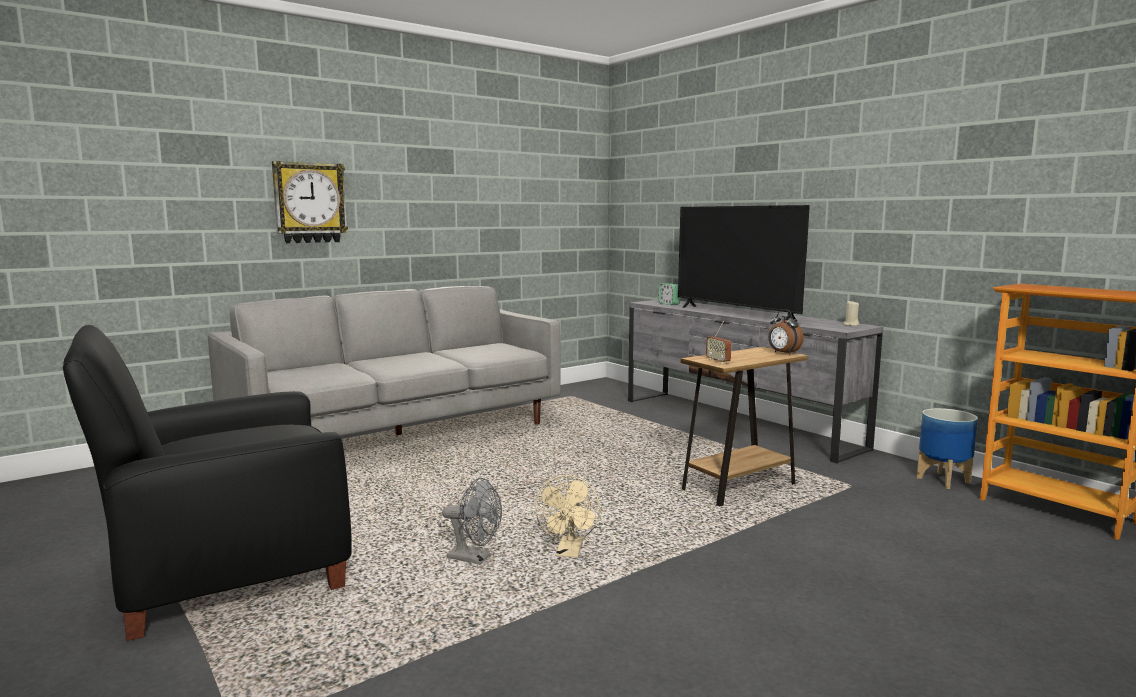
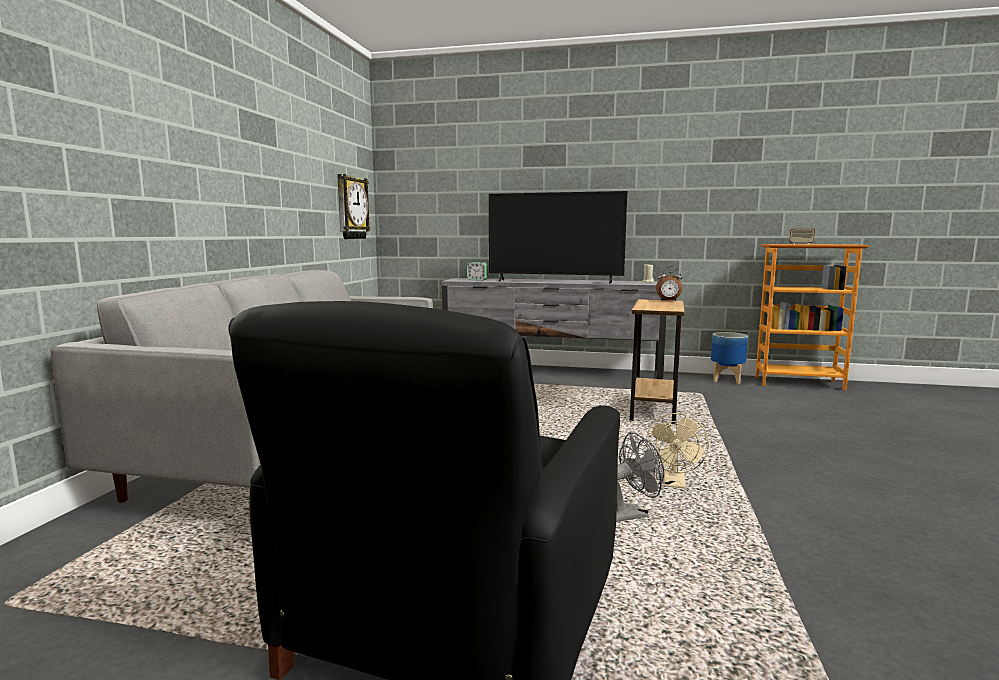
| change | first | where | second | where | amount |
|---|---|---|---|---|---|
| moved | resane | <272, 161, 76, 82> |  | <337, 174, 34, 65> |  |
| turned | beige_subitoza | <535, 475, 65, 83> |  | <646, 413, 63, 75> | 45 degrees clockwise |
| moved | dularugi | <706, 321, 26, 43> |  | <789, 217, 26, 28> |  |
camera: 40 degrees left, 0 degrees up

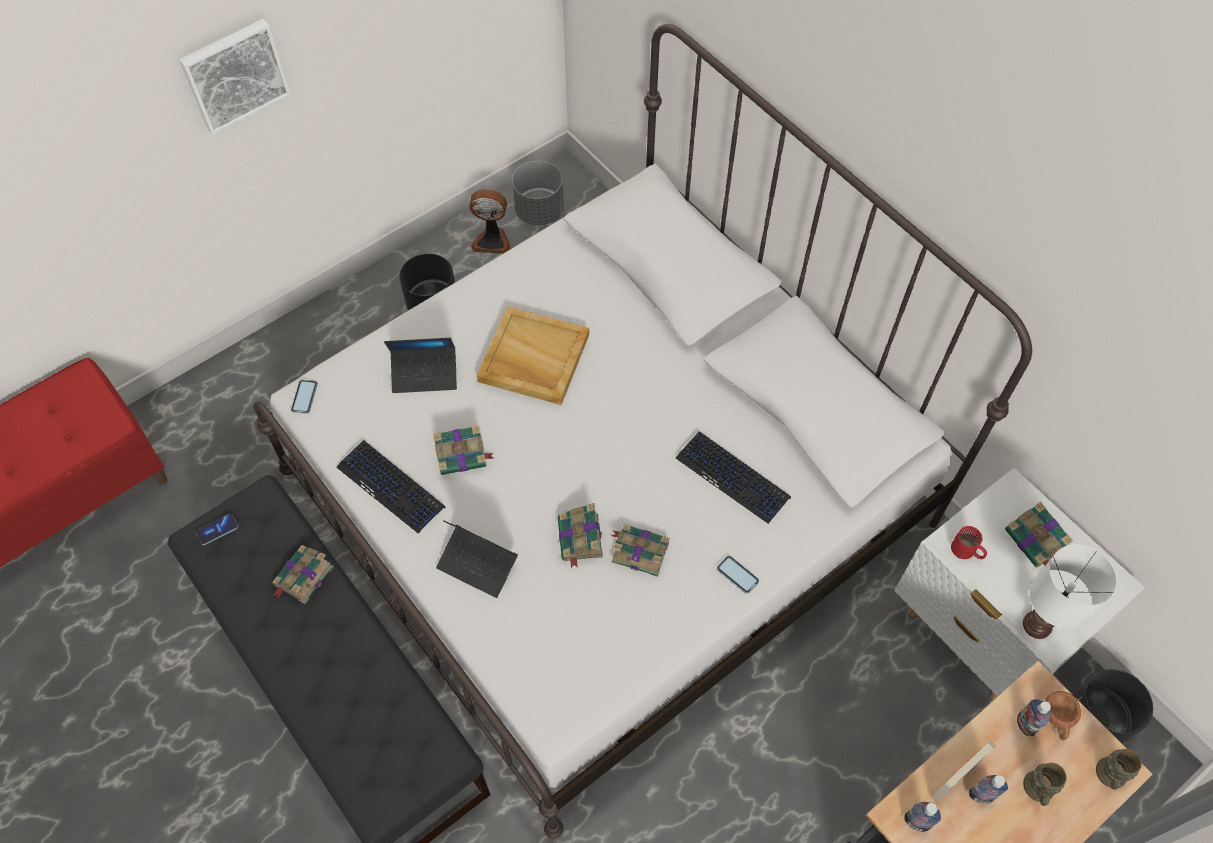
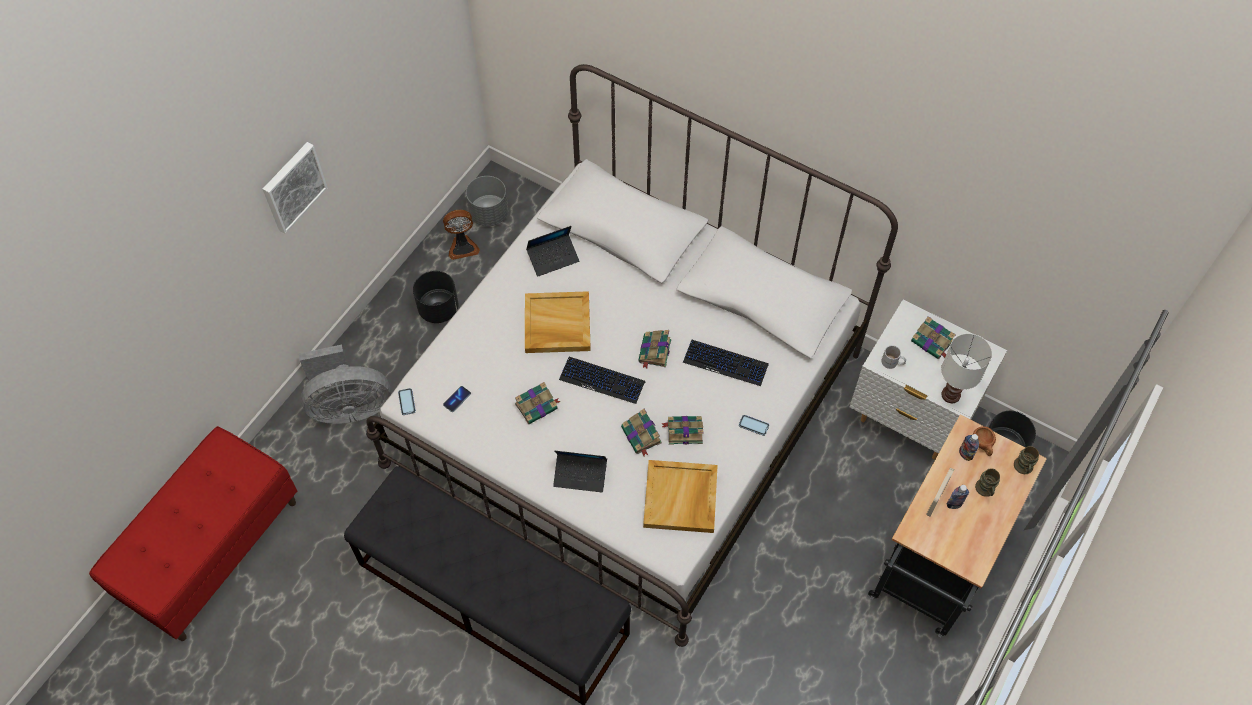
| change | first | where | second | where | amount |
|---|---|---|---|---|---|
| moved | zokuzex | <196, 513, 42, 32> |  | <443, 386, 28, 26> |  |
| moved | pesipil | <272, 545, 62, 59> |  | <638, 330, 33, 38> |  |
| moved | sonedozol | <336, 440, 110, 94> |  | <559, 357, 86, 47> |  |
| moved | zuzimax | <384, 338, 73, 55> |  | <526, 226, 53, 50> |  |
| removed | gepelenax | <905, 802, 36, 30> |  |  |  |
| recoloured | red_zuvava | <951, 526, 36, 33> | white_zuvava | <881, 345, 25, 24> |  |
| added |  |  | grey_subitoza | <299, 344, 92, 80> |  |
| added |  |  | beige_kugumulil | <643, 460, 75, 73> |  |
camera: 20 degrees left, 0 degrees up

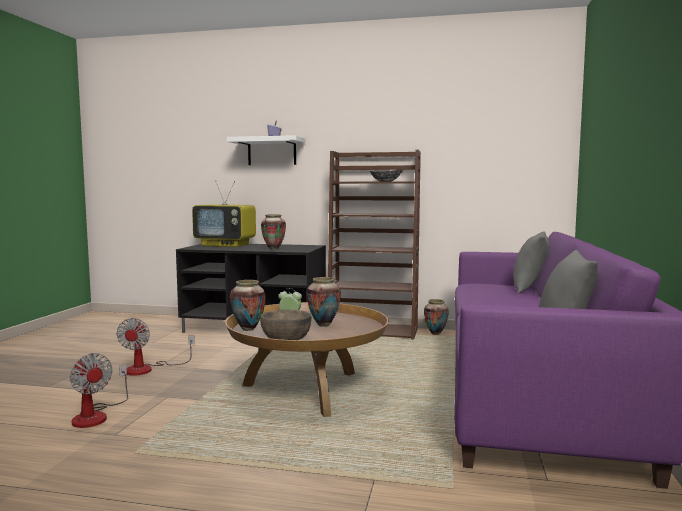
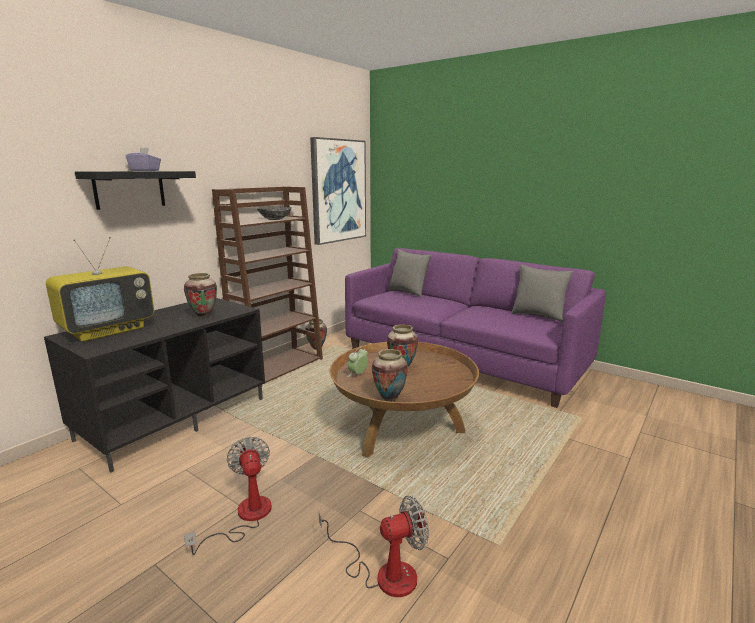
| change | first | where | second | where | amount |
|---|---|---|---|---|---|
| turned | subitoza | <116, 318, 79, 58> |  | <184, 437, 88, 118> | 135 degrees counterclockwise |
| recoloured | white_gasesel | <227, 135, 78, 30> | black_gasesel | <75, 171, 121, 39> |  |
| removed | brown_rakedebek | <260, 310, 52, 30> |  |  |  |
| added |  |  | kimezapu | <310, 137, 56, 108> |  |
camera: 65 degrees left, 10 degrees up

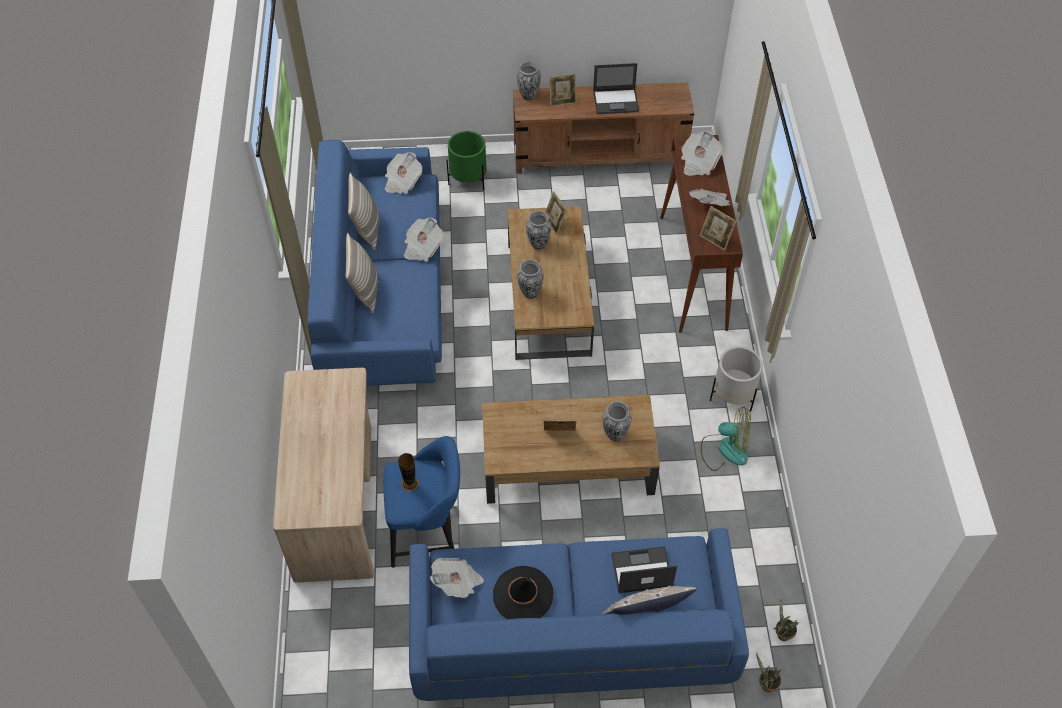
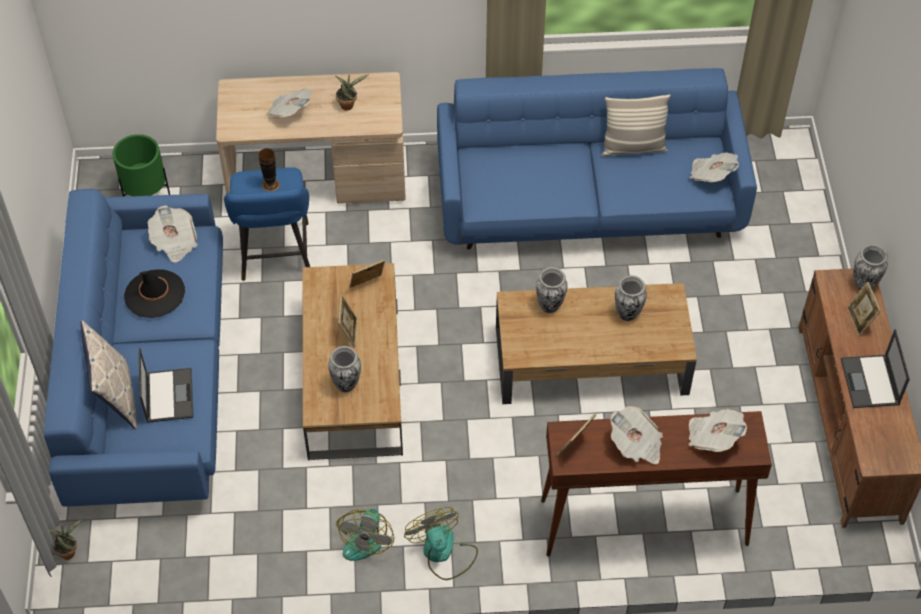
| change | first | where | second | where | amount |
|---|---|---|---|---|---|
| removed | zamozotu | <345, 233, 33, 80> |  |  |  |
| moved | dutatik | <404, 218, 39, 44> |  | <266, 89, 47, 28> |  |
| moved | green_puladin | <446, 131, 41, 59> |  | <113, 134, 57, 63> |  |
| moved | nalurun | <545, 191, 22, 44> |  | <350, 260, 35, 28> |  |
| replaced | white_puladin | <710, 346, 53, 66> | subitoza | <404, 507, 74, 73> |  |
| moved | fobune | <774, 599, 25, 42> |  | <335, 75, 33, 36> |  |
camera: 90 degrees right, 0 degrees up

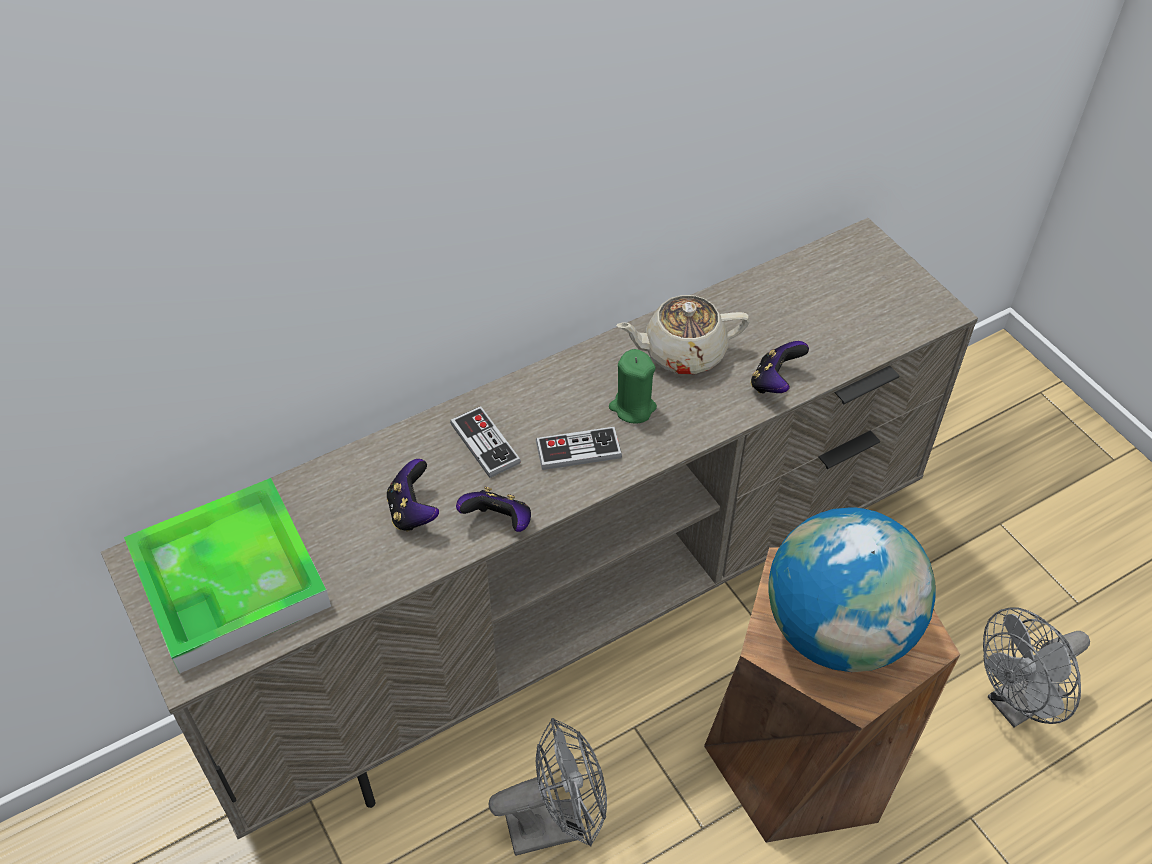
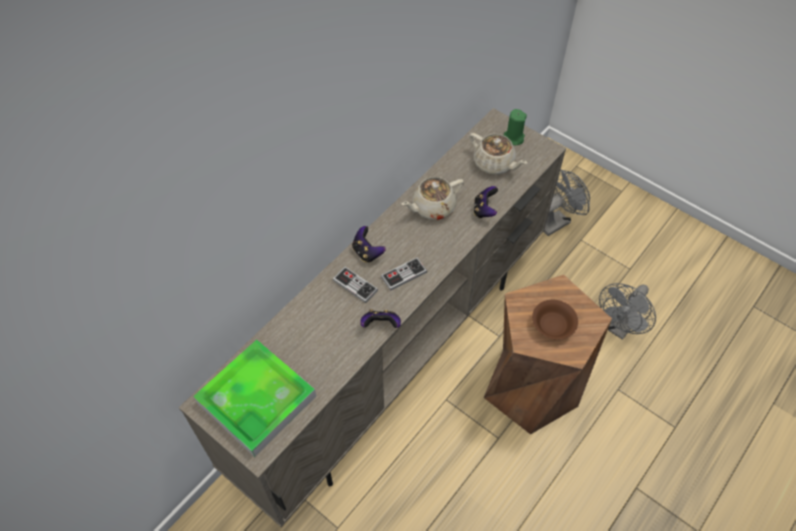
| change | first | where | second | where | amount |
|---|---|---|---|---|---|
| moved | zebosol | <387, 459, 52, 73> |  | <352, 226, 34, 37> |  |
| moved | grey_subitoza | <489, 718, 118, 138> |  | <543, 169, 47, 67> |  |
| moved | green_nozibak | <609, 349, 48, 75> |  | <504, 109, 23, 36> |  |
| replaced | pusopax | <768, 507, 168, 165> | brown_rakedebek | <532, 300, 46, 40> |  |
| added |  |  | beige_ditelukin | <469, 133, 58, 42> |  |
camera: 20 degrees left, 5 degrees up

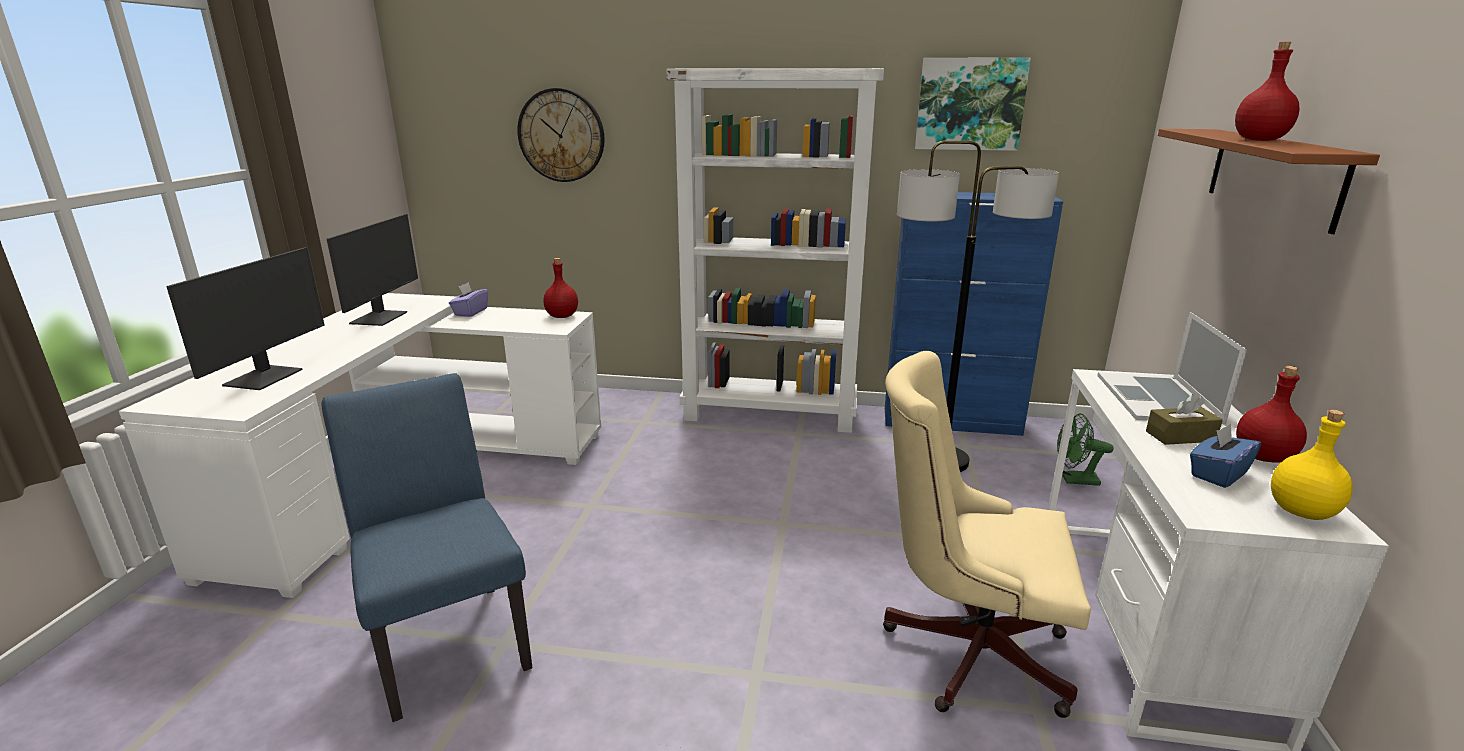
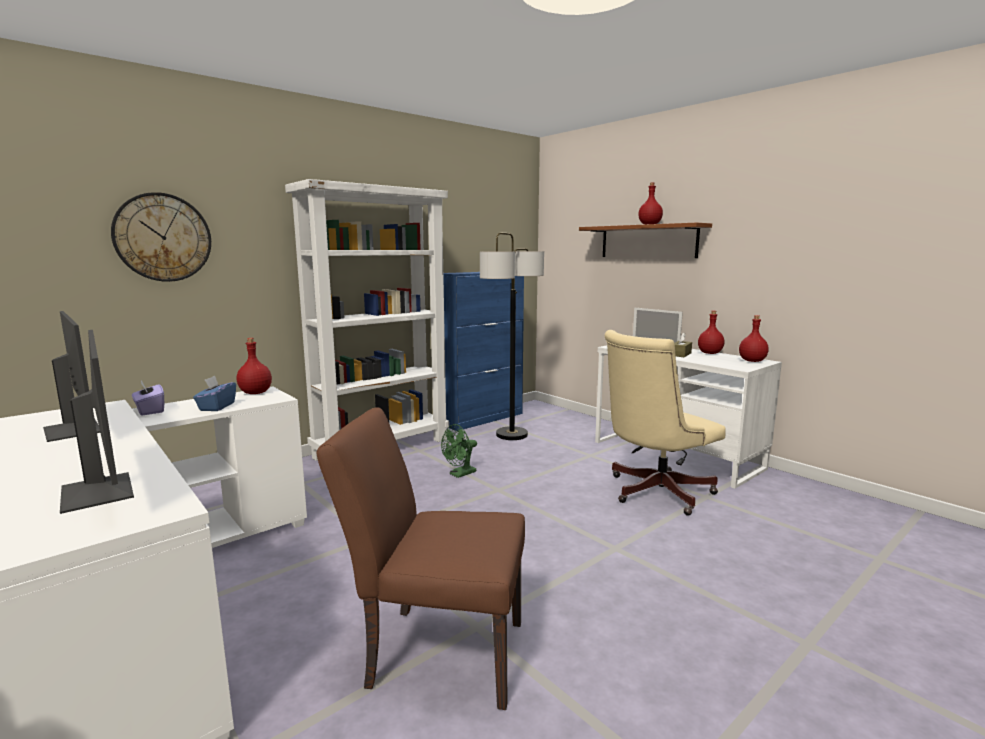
| change | first | where | second | where | amount |
|---|---|---|---|---|---|
| recoloured | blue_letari | <322, 373, 210, 349> | brown_letari | <317, 407, 208, 303> |  |
| removed | kimezapu | <915, 57, 116, 94> |  |  |  |
| moved | green_subitoza | <1057, 413, 57, 73> |  | <441, 424, 36, 54> |  |
| moved | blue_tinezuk | <1190, 423, 71, 65> |  | <193, 376, 43, 35> |  |
| recoloured | yellow_gepelenax | <1271, 410, 82, 110> | red_gepelenax | <739, 315, 30, 47> |  |
camera: 50 degrees left, 10 degrees down

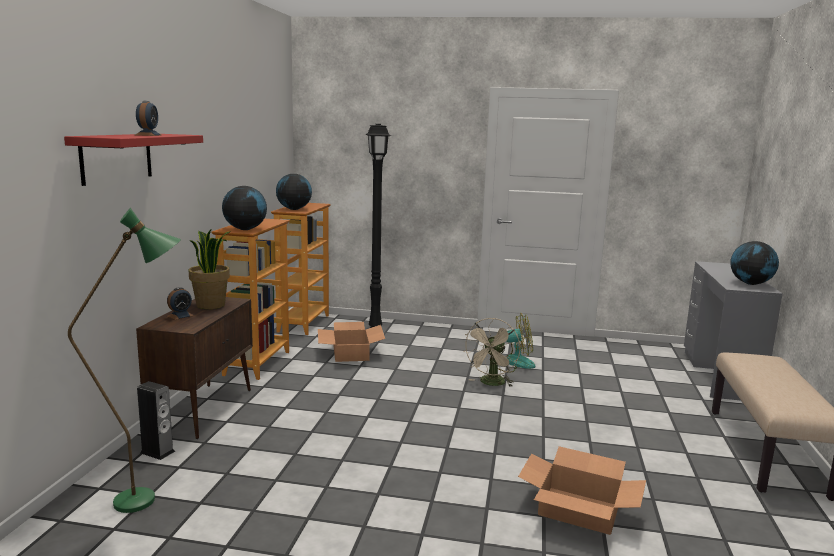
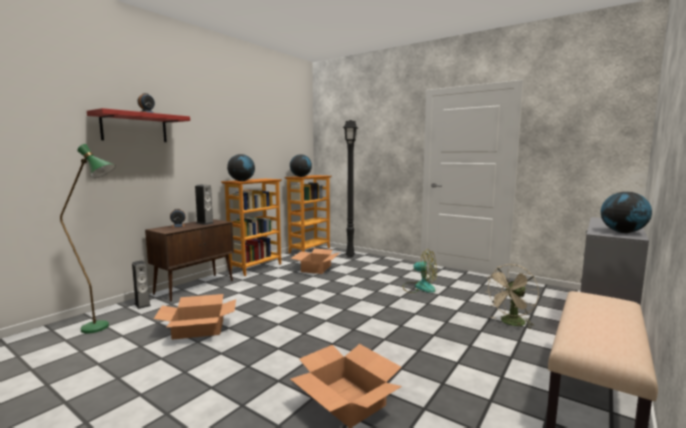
| change | first | where | second | where | amount |
|---|---|---|---|---|---|
| replaced | fobune | <189, 229, 42, 80> | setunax | <195, 185, 19, 40> |  |
| moved | beige_subitoza | <465, 318, 55, 69> |  | <485, 264, 54, 65> |  |
| added |  |  | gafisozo | <154, 294, 82, 46> |  |
camera: 25 degrees right, 5 degrees down

